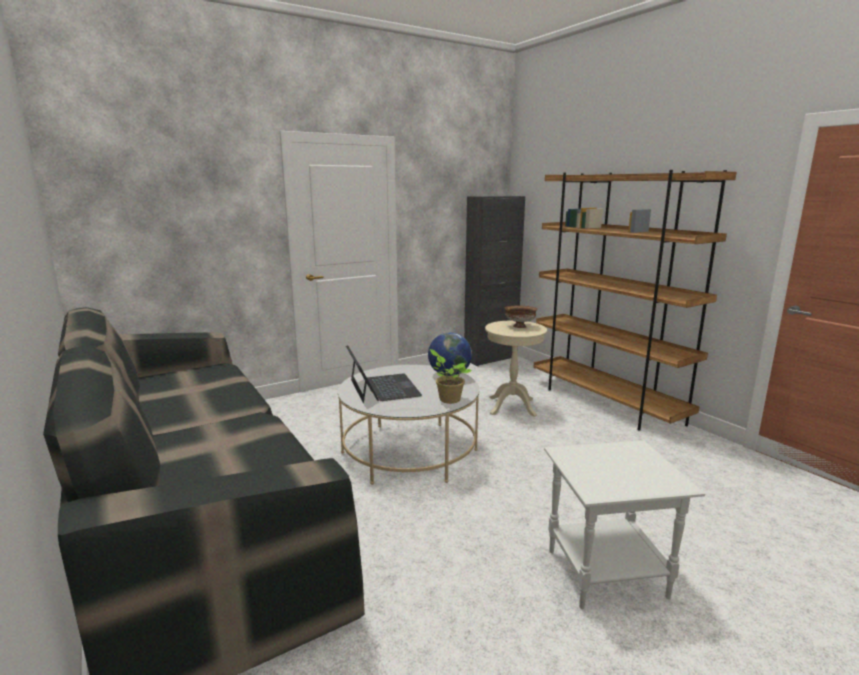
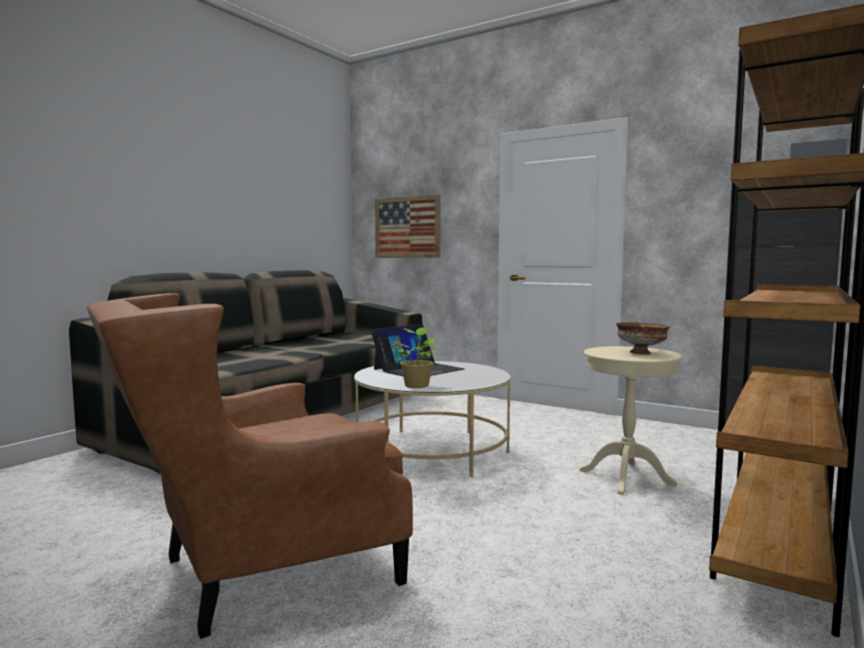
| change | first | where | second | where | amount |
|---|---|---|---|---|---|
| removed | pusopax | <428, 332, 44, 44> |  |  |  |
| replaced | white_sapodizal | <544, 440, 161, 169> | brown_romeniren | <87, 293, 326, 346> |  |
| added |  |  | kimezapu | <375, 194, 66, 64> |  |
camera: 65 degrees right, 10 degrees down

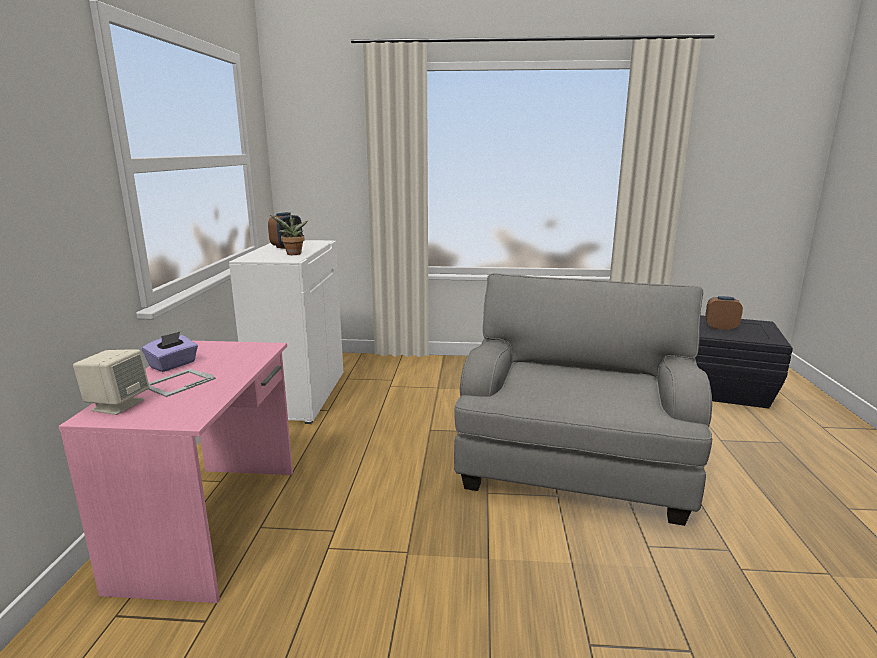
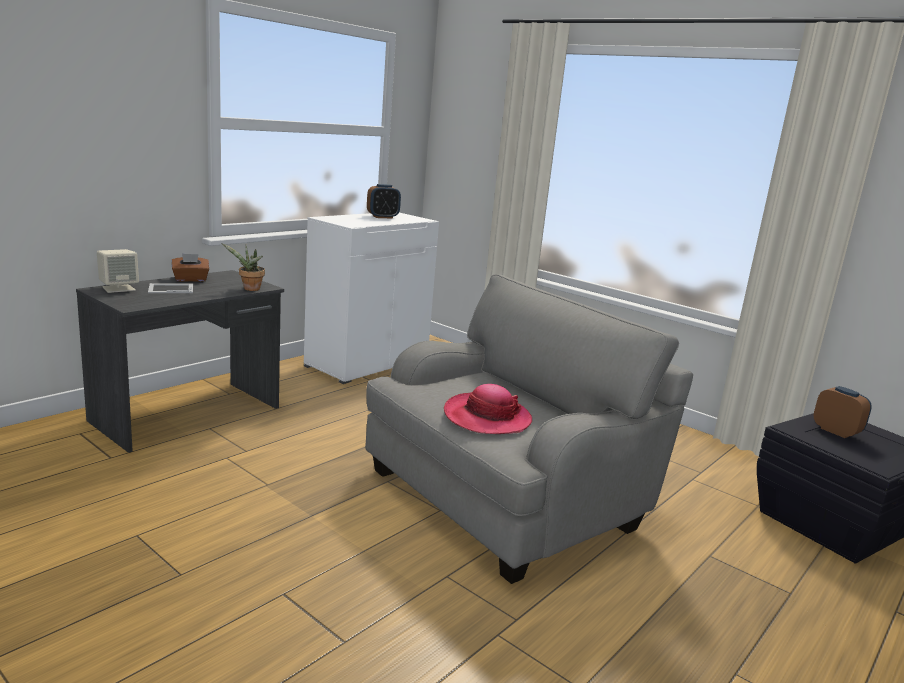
| change | first | where | second | where | amount |
|---|---|---|---|---|---|
| recoloured | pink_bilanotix | <58, 341, 235, 262> | grey_bilanotix | <76, 270, 208, 183> |  |
| recoloured | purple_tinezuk | <142, 332, 56, 40> | brown_tinezuk | <172, 253, 37, 29> |  |
| moved | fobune | <270, 213, 38, 42> |  | <221, 243, 44, 48> |  |
| added |  |  | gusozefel | <444, 384, 88, 50> |  |
camera: 35 degrees right, 0 degrees up

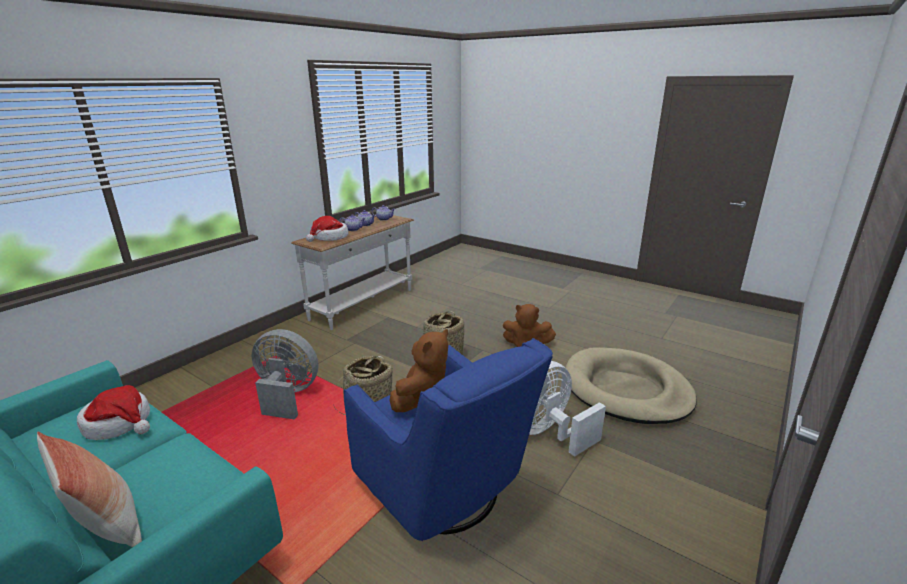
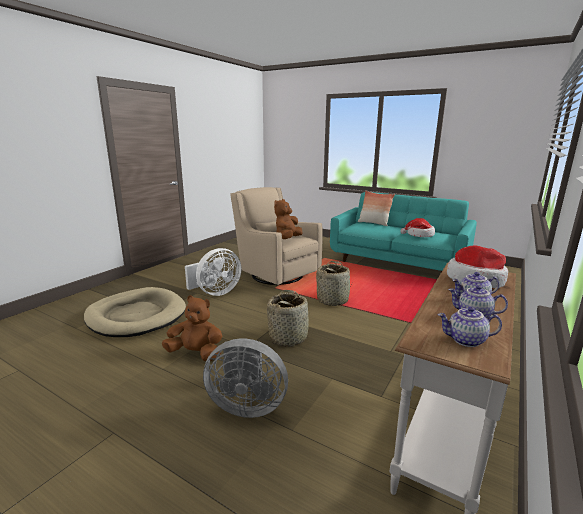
| change | first | where | second | where | amount |
|---|---|---|---|---|---|
| moved | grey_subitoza | <252, 329, 67, 91> |  | <203, 339, 85, 79> |  |
| recoloured | blue_romeniren | <344, 338, 209, 203> | beige_romeniren | <230, 187, 93, 98> |  |
camera: 175 degrees right, 5 degrees down

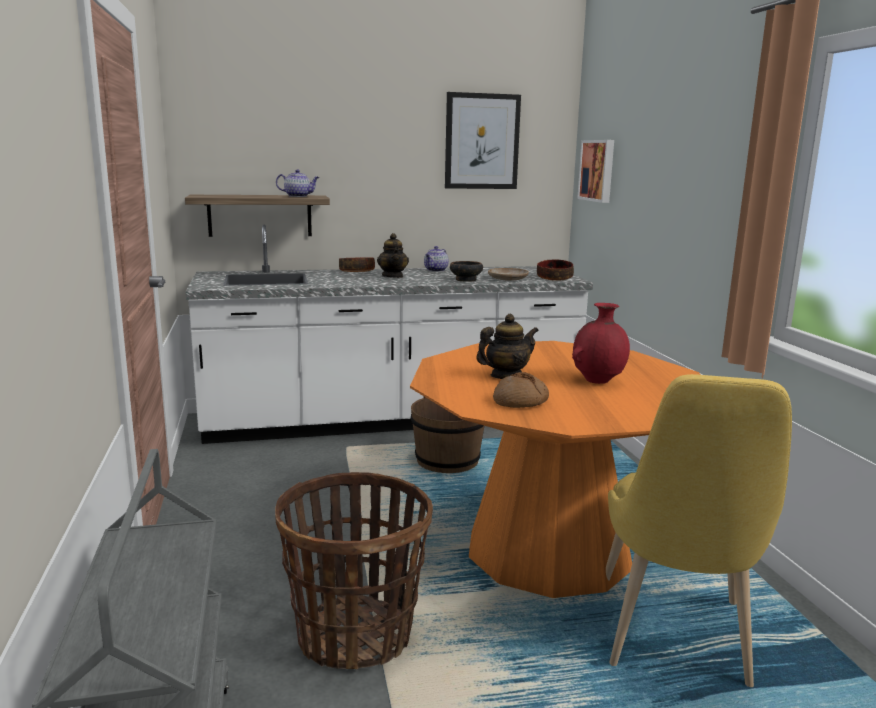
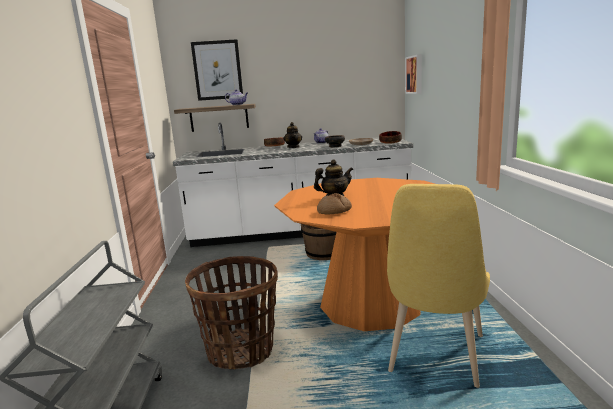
| change | first | where | second | where | amount |
|---|---|---|---|---|---|
| moved | kimezapu | <445, 92, 76, 97> |  | <191, 39, 52, 62> |  |
| removed | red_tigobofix | <572, 303, 58, 81> |  |  |  |
camera: 10 degrees right, 0 degrees up

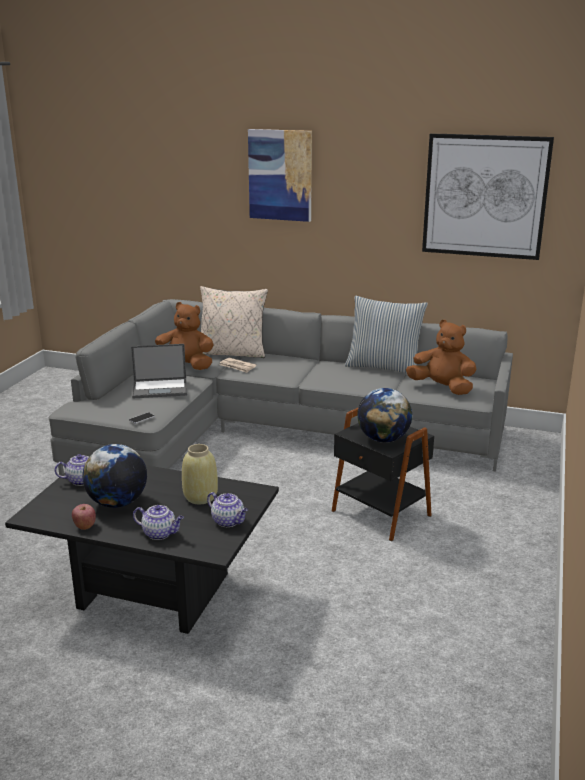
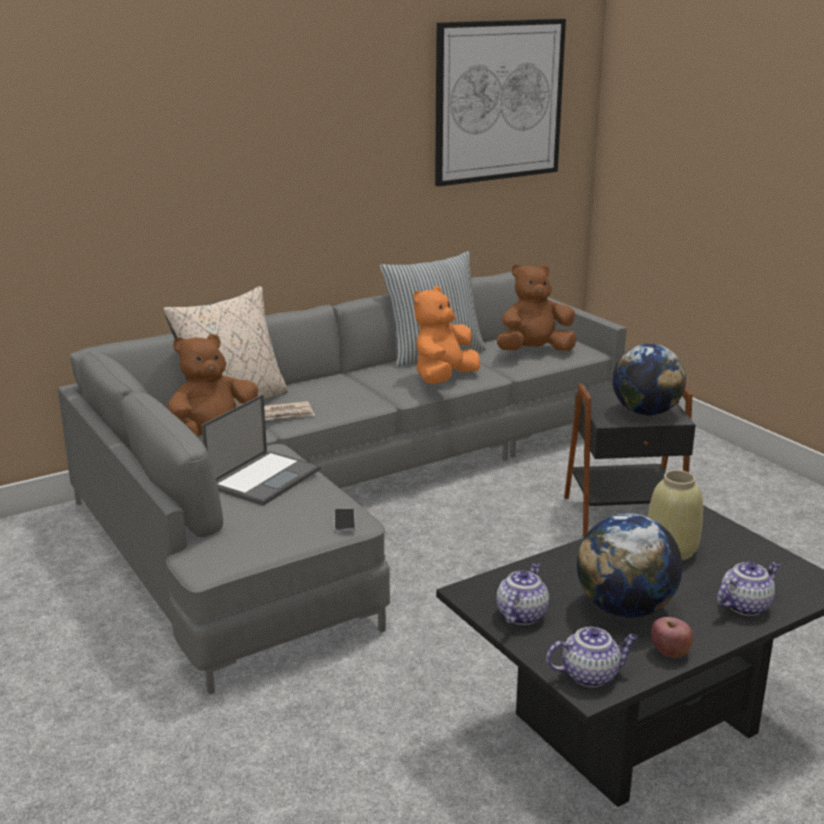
| change | first | where | second | where | amount |
|---|---|---|---|---|---|
| moved | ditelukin | <207, 492, 41, 35> |  | <546, 627, 92, 60> |  |
| removed | kimezapu | <248, 129, 64, 93> |  |  |  |
| added |  |  | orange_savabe | <413, 286, 67, 98> |  |
camera: 50 degrees left, 0 degrees up

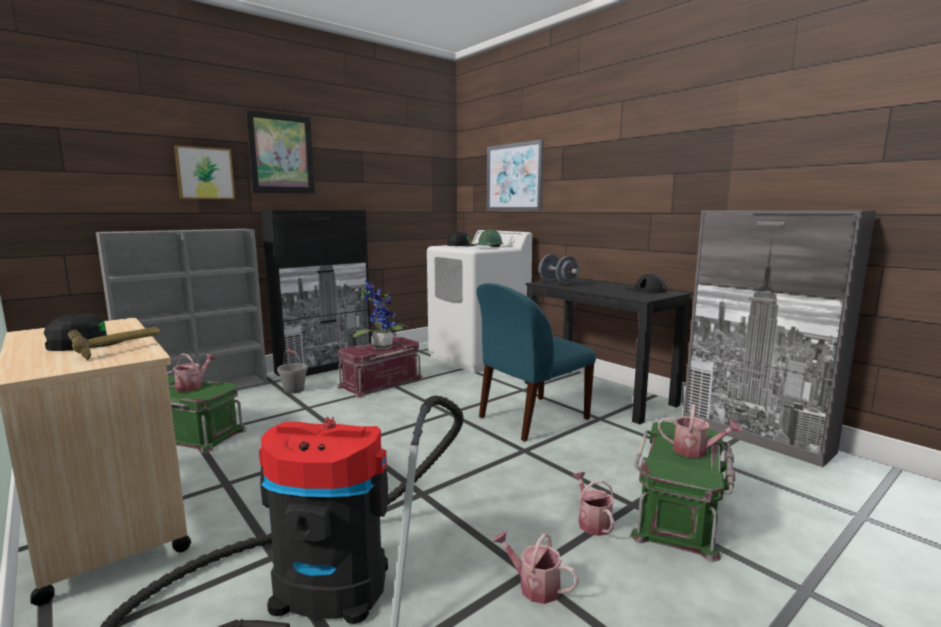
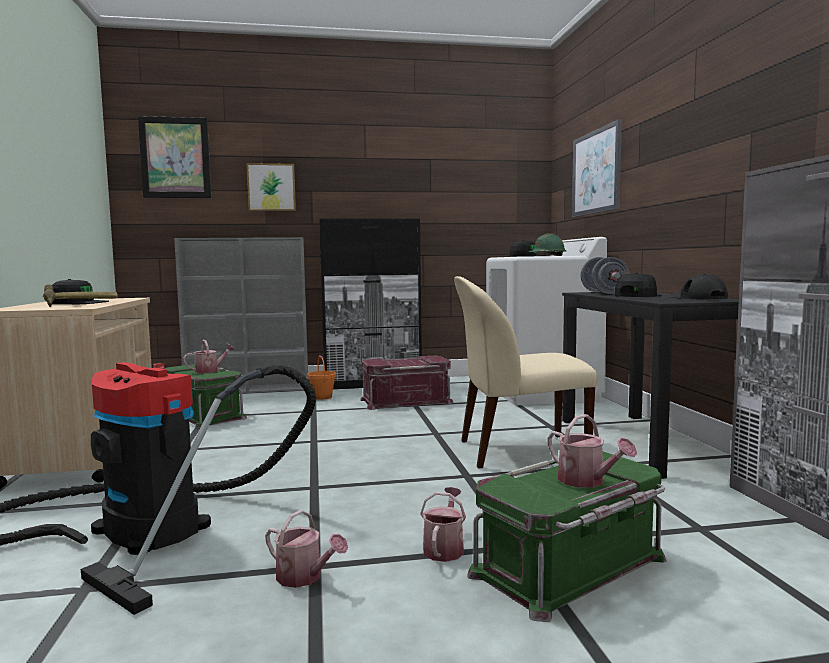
| change | first | where | second | where | amount |
|---|---|---|---|---|---|
| moved | kimezapu | <246, 110, 69, 84> |  | <138, 116, 73, 82> |  |
| recoloured | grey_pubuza | <277, 349, 31, 45> | orange_pubuza | <307, 355, 29, 45> |  |
| removed | fobune | <353, 280, 55, 69> |  |  |  |
| recoloured | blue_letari | <477, 283, 119, 159> | beige_letari | <454, 276, 144, 193> |  |
| turned | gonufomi | <493, 530, 86, 74> |  | <265, 510, 83, 78> | 150 degrees clockwise |
| added |  |  | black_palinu | <615, 272, 47, 25> |  |
camera: 30 degrees right, 5 degrees down

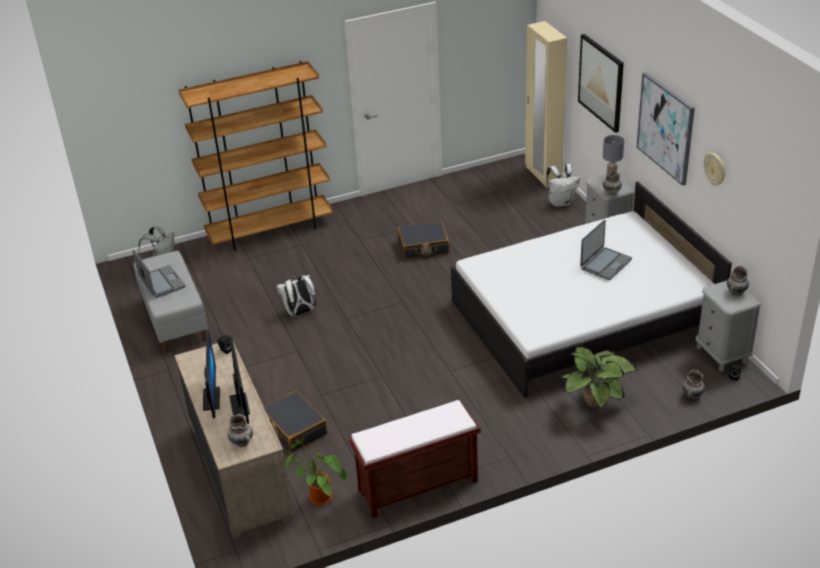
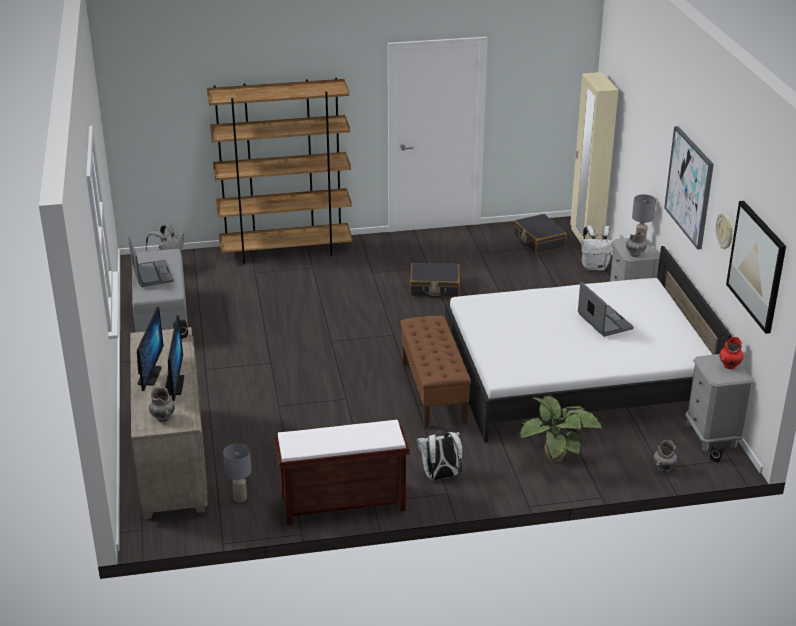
| change | first | where | second | where | amount |
|---|---|---|---|---|---|
| moved | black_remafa | <264, 391, 63, 62> |  | <514, 214, 53, 40> |  |
| moved | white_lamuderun | <276, 275, 40, 42> |  | <417, 432, 46, 48> |  |
| replaced | fobune | <286, 437, 61, 68> | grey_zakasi | <223, 443, 28, 59> |  |
| moved | kimezapu | <578, 34, 46, 99> |  | <726, 201, 60, 133> |  |
| turned | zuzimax | <580, 220, 52, 60> |  | <578, 282, 56, 55> | 75 degrees counterclockwise |
| recoloured | grey_tigobofix | <727, 266, 22, 30> | red_tigobofix | <719, 337, 25, 33> |  |
| added |  |  | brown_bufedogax | <400, 316, 71, 112> |  |
camera: 10 degrees right, 5 degrees down

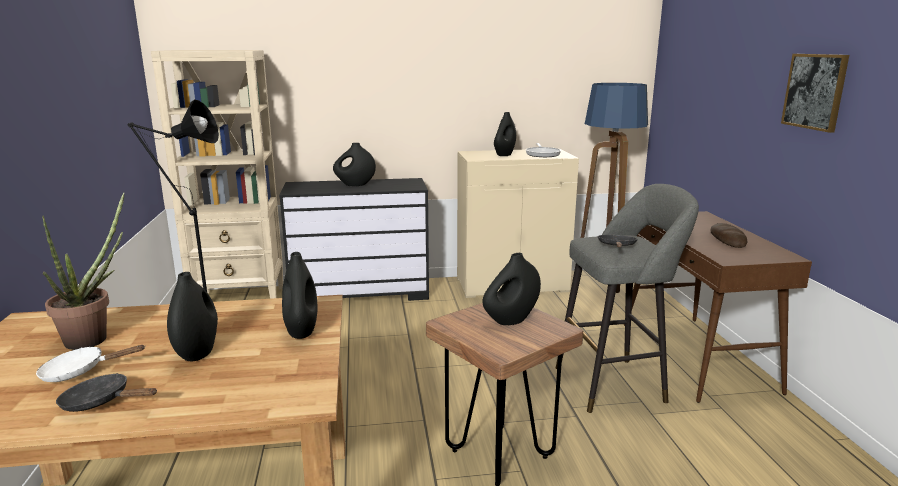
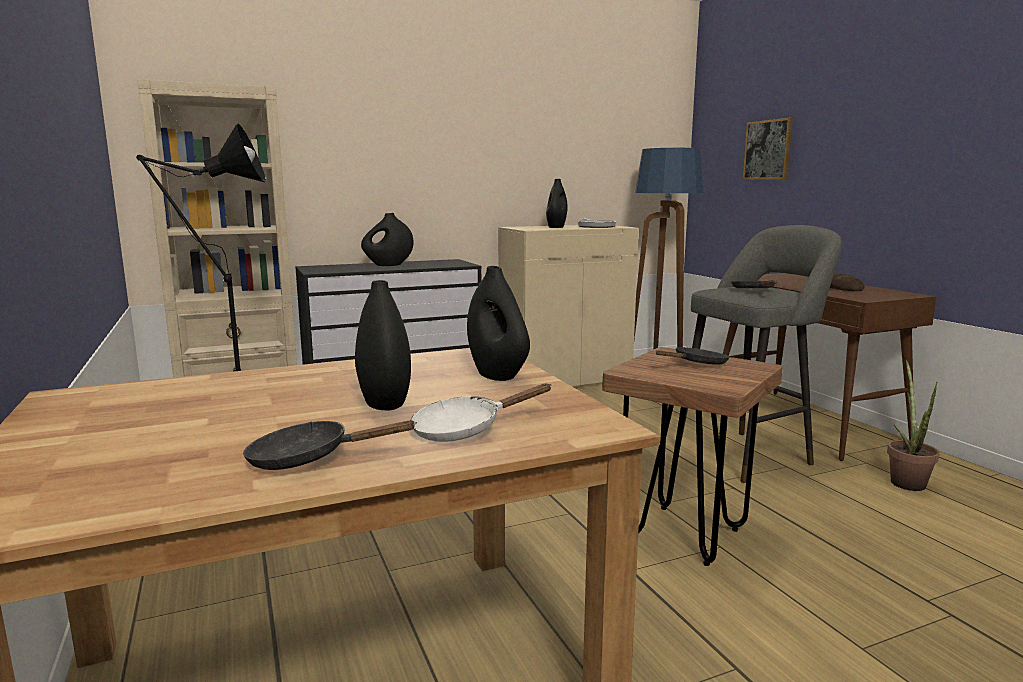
| change | first | where | second | where | amount |
|---|---|---|---|---|---|
| moved | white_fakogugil | <36, 345, 109, 37> |  | <410, 383, 142, 59> |  |
| moved | fobune | <42, 192, 82, 158> |  | <887, 360, 53, 131> |  |
| replaced | black_tigobofix | <483, 253, 58, 73> | black_fakogugil | <656, 347, 73, 18> |  |
| moved | kimezapu | <781, 54, 68, 79> |  | <743, 118, 50, 62> |  |
camera: 15 degrees left, 5 degrees down

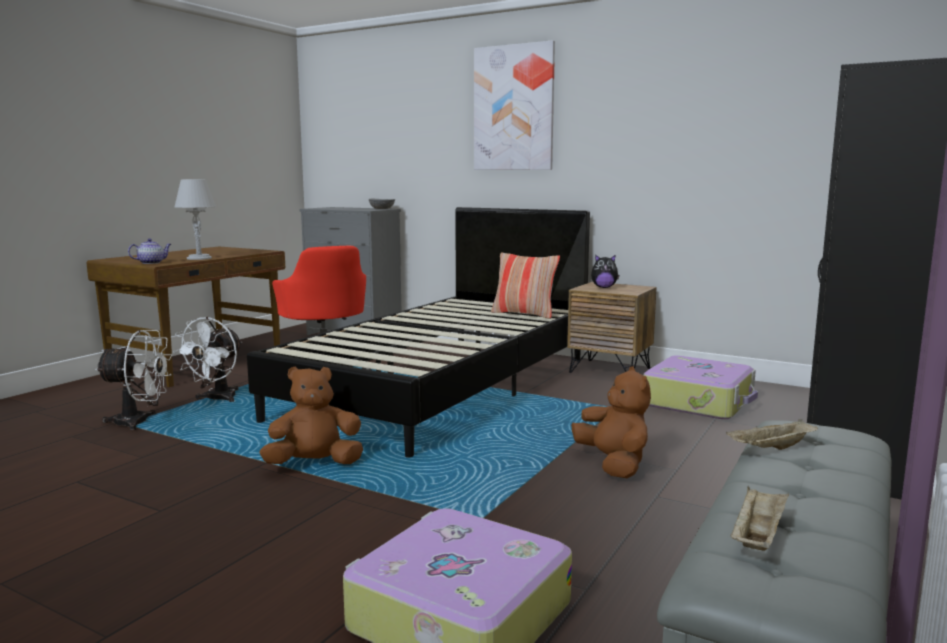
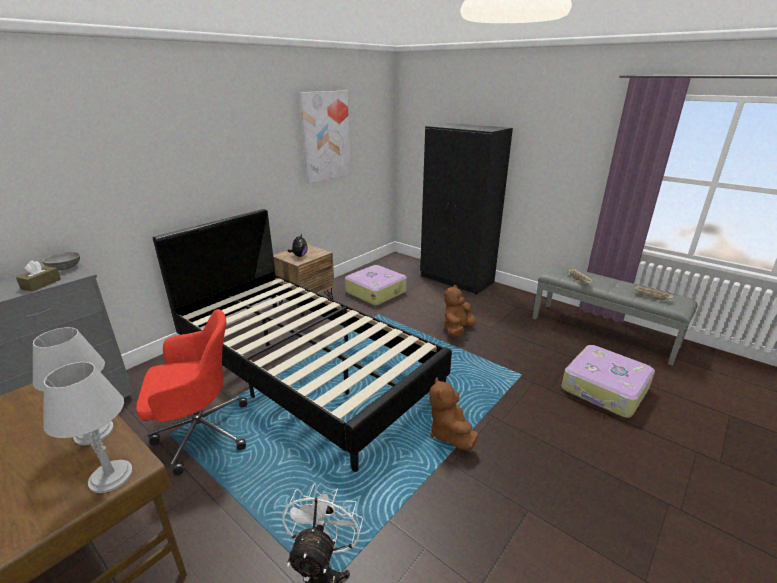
| change | first | where | second | where | amount |
|---|---|---|---|---|---|
| replaced | ditelukin | <128, 239, 43, 25> | grey_zakasi | <43, 362, 90, 131> |  |
| removed | white_subitoza | <173, 317, 69, 85> |  |  |  |
| moved | kimezapu | <474, 40, 81, 130> |  | <299, 91, 52, 93> |  |
| removed | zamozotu | <491, 253, 69, 66> |  |  |  |
| turned | brown_savabe | <571, 366, 80, 112> |  | <444, 285, 32, 52> | 45 degrees counterclockwise |
| added |  |  | brown_tinezuk | <16, 260, 45, 32> |  |
camera: 80 degrees left, 15 degrees up

